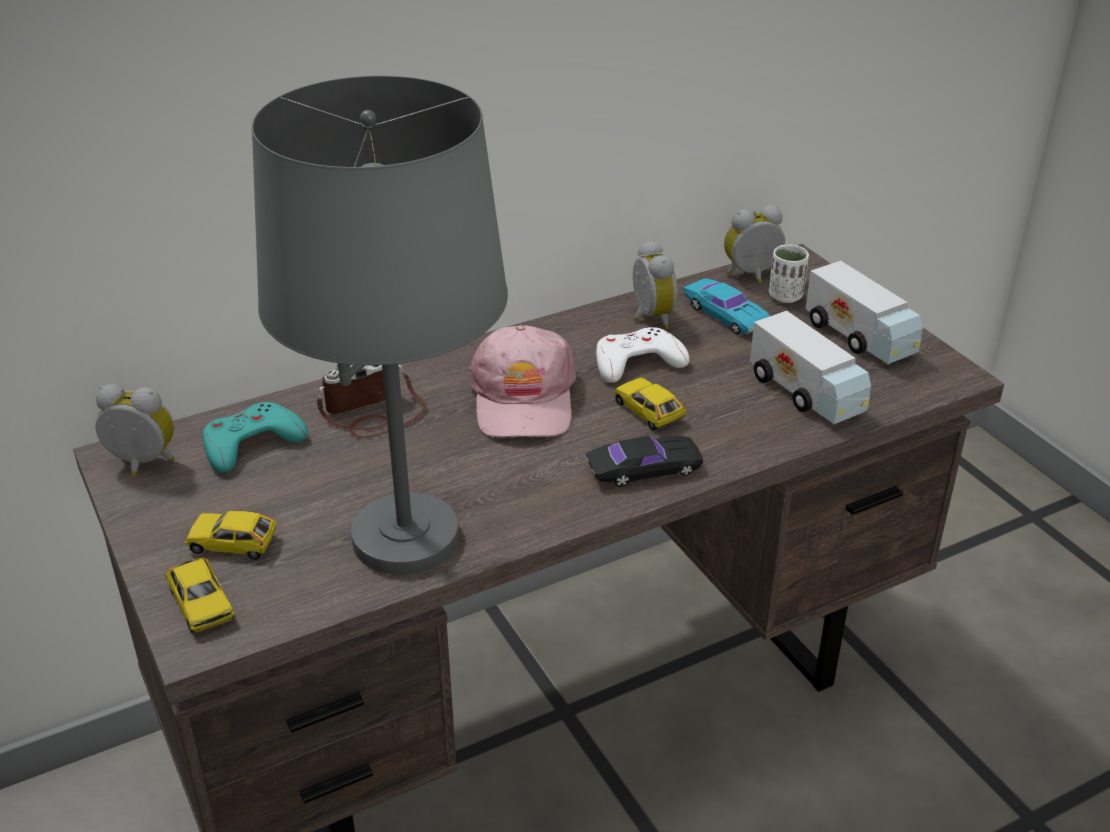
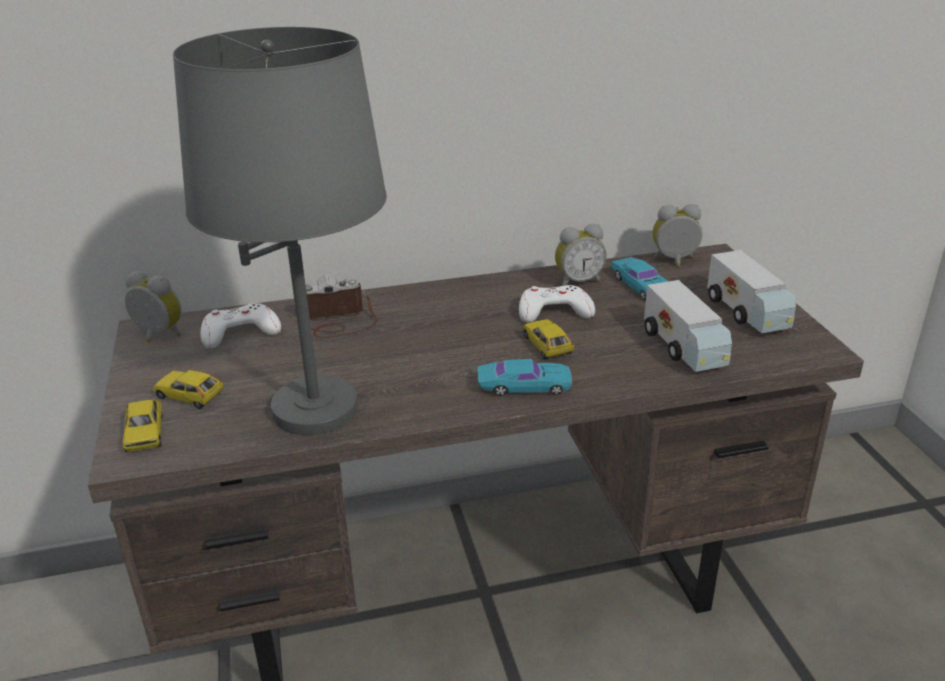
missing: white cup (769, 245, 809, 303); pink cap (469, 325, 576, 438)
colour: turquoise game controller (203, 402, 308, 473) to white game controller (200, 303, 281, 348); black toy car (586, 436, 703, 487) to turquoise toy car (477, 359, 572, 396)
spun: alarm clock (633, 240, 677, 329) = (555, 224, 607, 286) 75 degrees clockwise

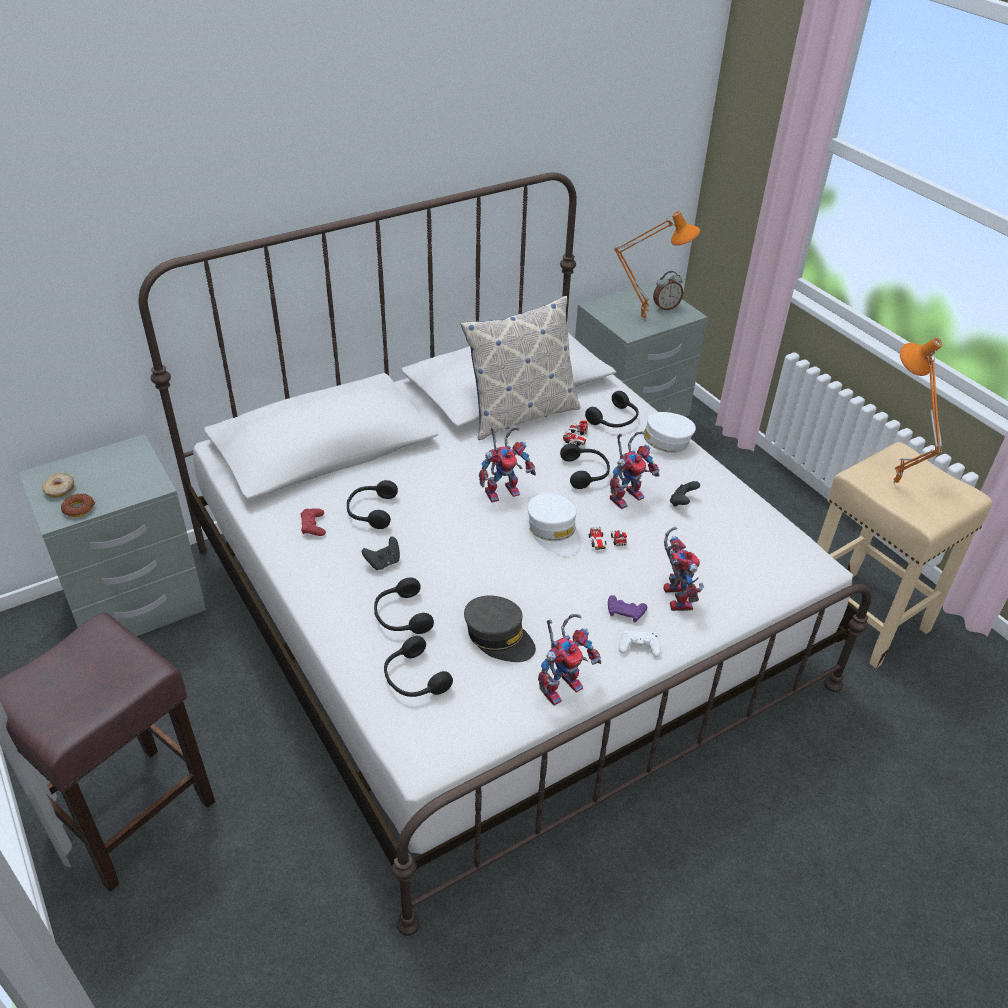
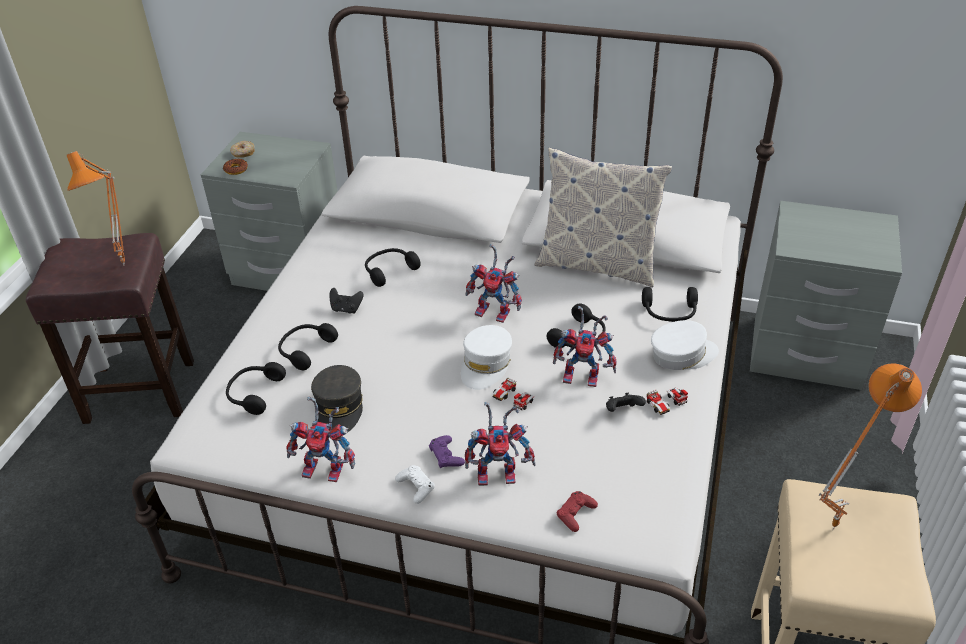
missing: alarm clock (653, 271, 683, 310)
relocated: orange table lamp (614, 211, 700, 321) to (67, 151, 125, 266); toy car (563, 420, 588, 446) to (647, 387, 688, 415); red game controller (301, 508, 326, 536) to (557, 491, 598, 532)
spun: white cap (629, 412, 696, 455) = (651, 320, 719, 370) 120 degrees clockwise; toy robot (664, 527, 704, 611) = (465, 402, 536, 486) 45 degrees clockwise

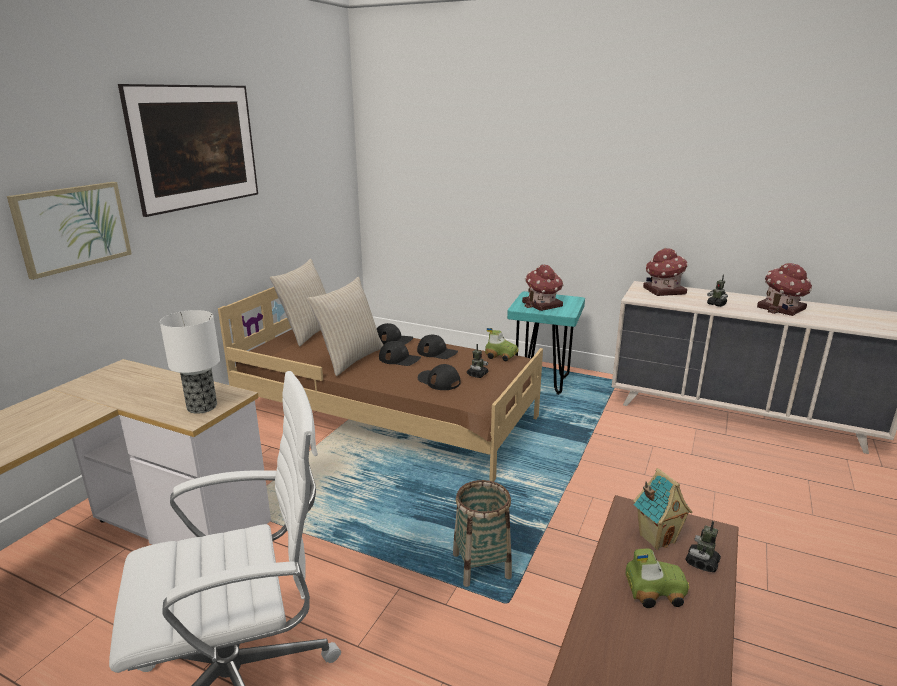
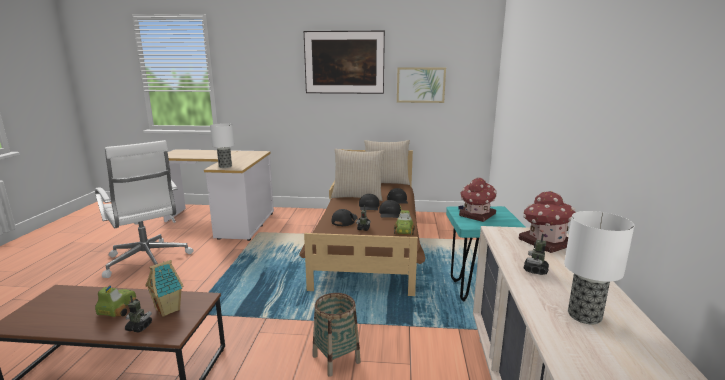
relocated: picture (7, 182, 132, 280) to (397, 68, 446, 103); basket (453, 480, 512, 587) to (312, 293, 361, 377)
exchanged: toy house (757, 263, 812, 316) to table lamp (564, 211, 634, 324)
spun: toy car (626, 548, 689, 608) = (95, 285, 138, 317) 150 degrees counterclockwise

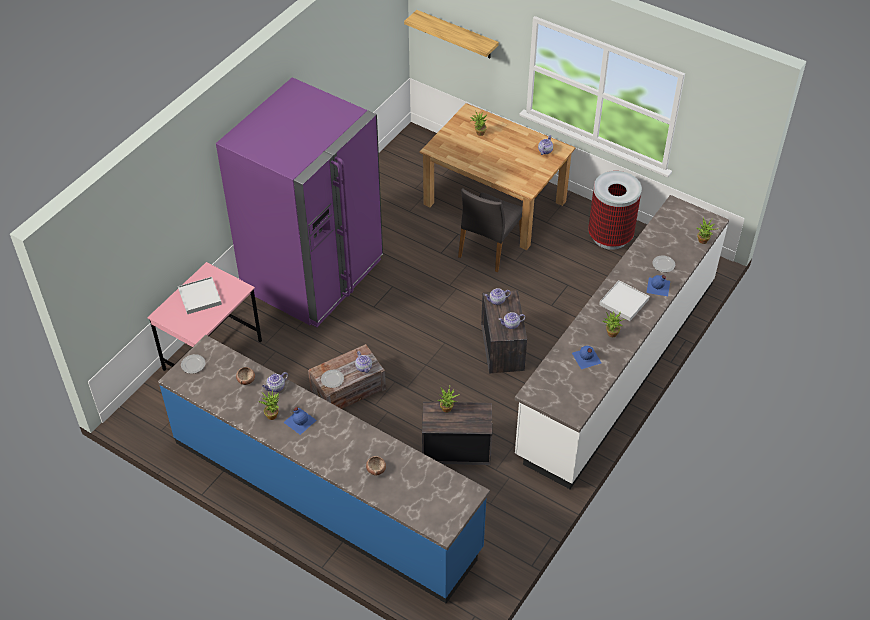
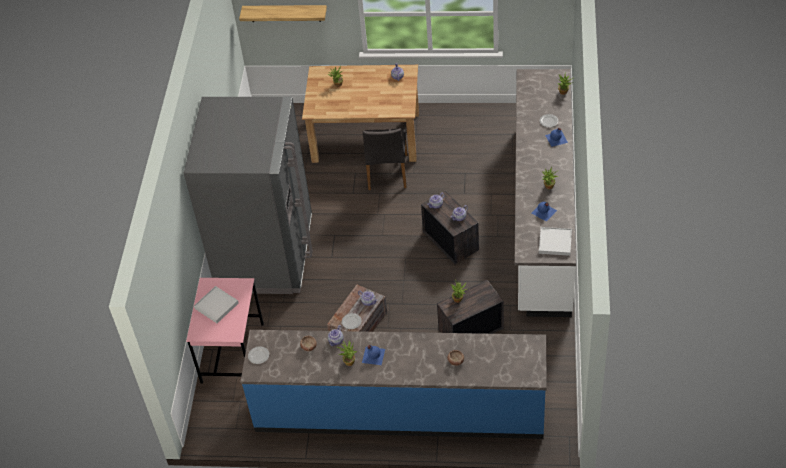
missing: trash can (588, 171, 642, 250)
relocated: white tray (599, 280, 650, 321) to (539, 227, 572, 256)
colour: purple fridge (216, 77, 383, 327) to grey fridge (184, 97, 313, 294)

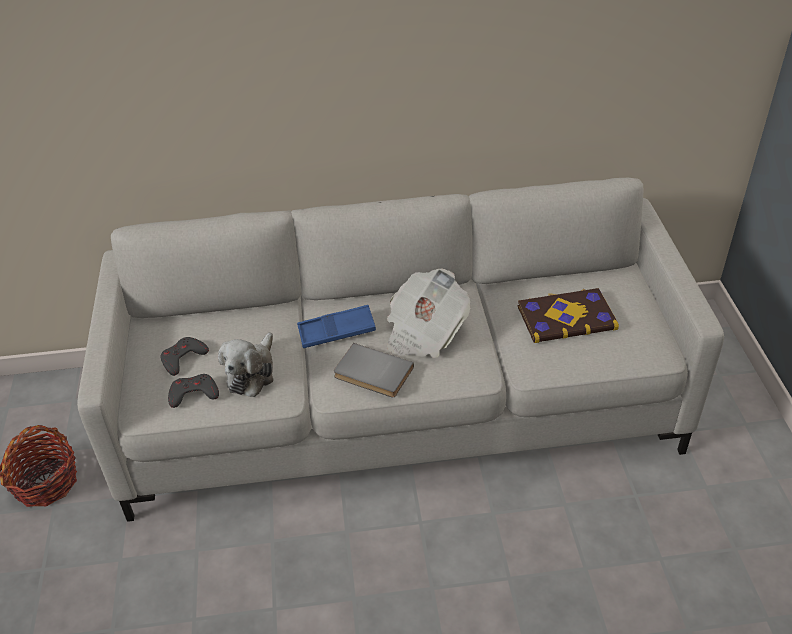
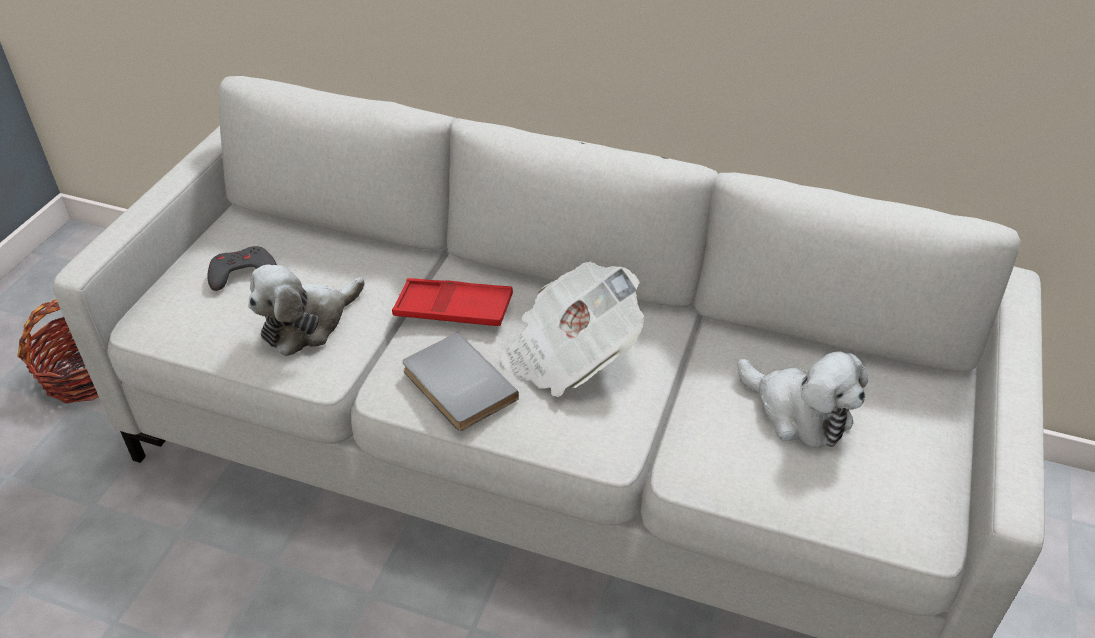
missing: grey game controller (168, 374, 219, 408)
exchanged: book (518, 288, 619, 343) to plush toy (737, 351, 868, 448)
colour: blue tray (297, 305, 376, 348) to red tray (392, 278, 513, 326)

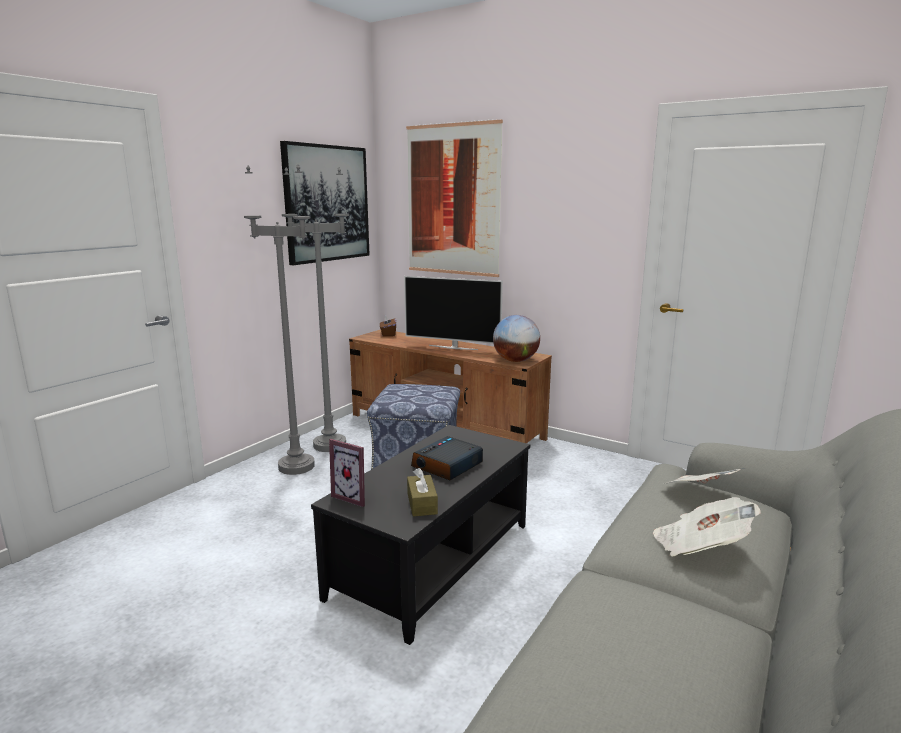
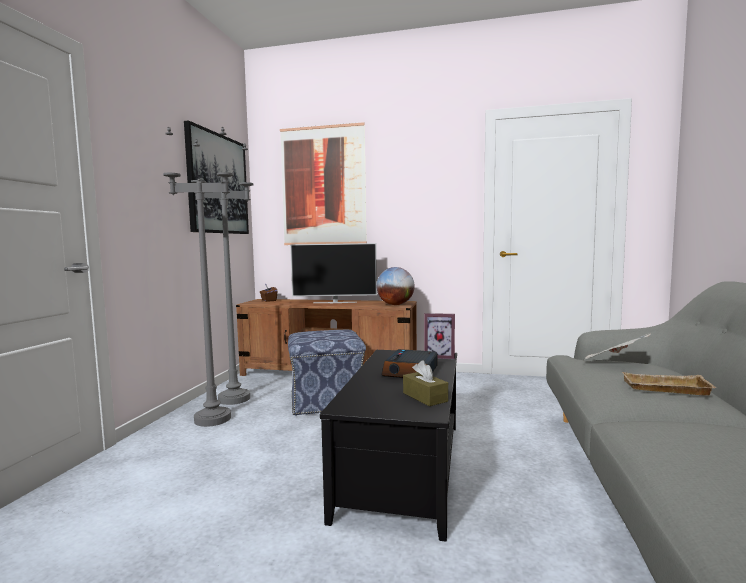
relocated: picture frame (329, 439, 365, 507) to (424, 313, 455, 359)
exchanged: newspaper (653, 497, 761, 556) to beige tray (622, 372, 716, 396)

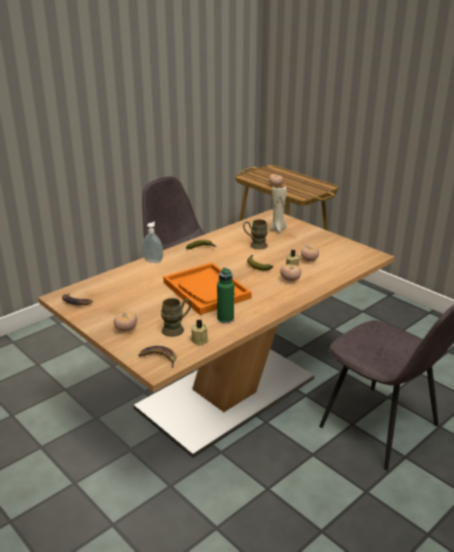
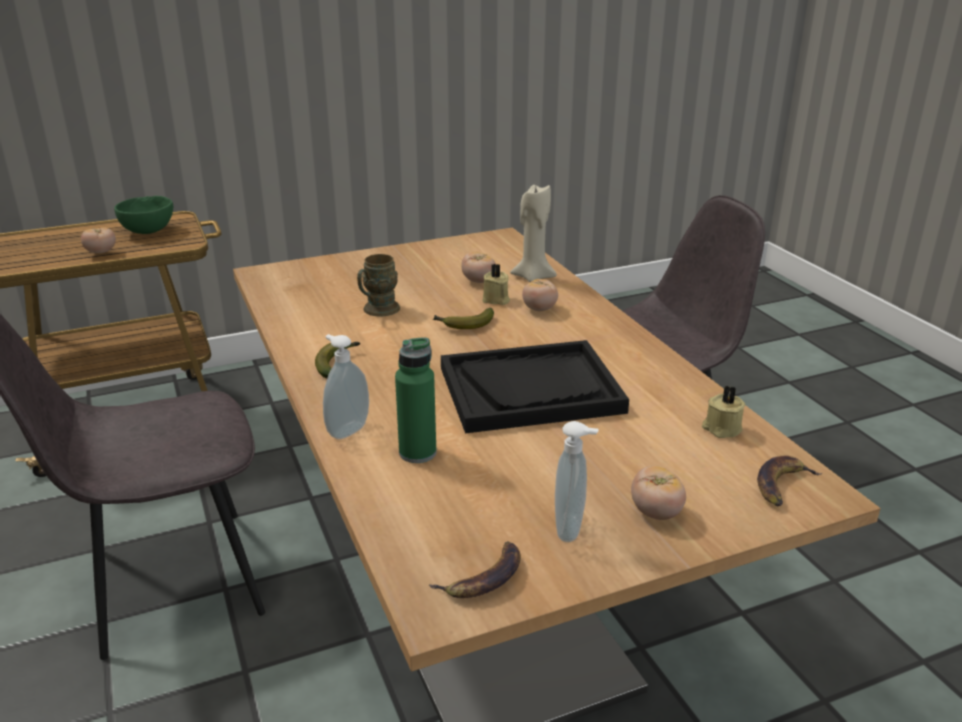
missing: brown mug (161, 298, 191, 337)
appeared: green bowl (114, 196, 173, 234); soap dispenser (555, 421, 598, 542)
relocated: beige candle (269, 185, 287, 233) to (510, 185, 557, 283); green bottle (217, 268, 234, 323) to (395, 337, 436, 463)
colour: orange tray (163, 263, 252, 315) to black tray (441, 340, 629, 433)

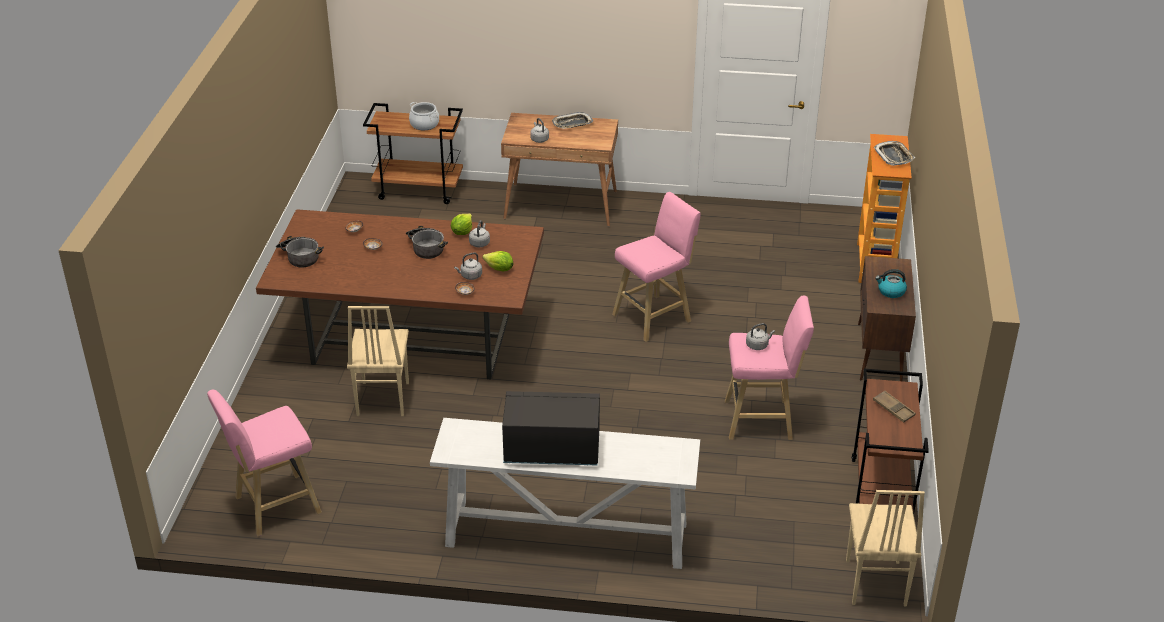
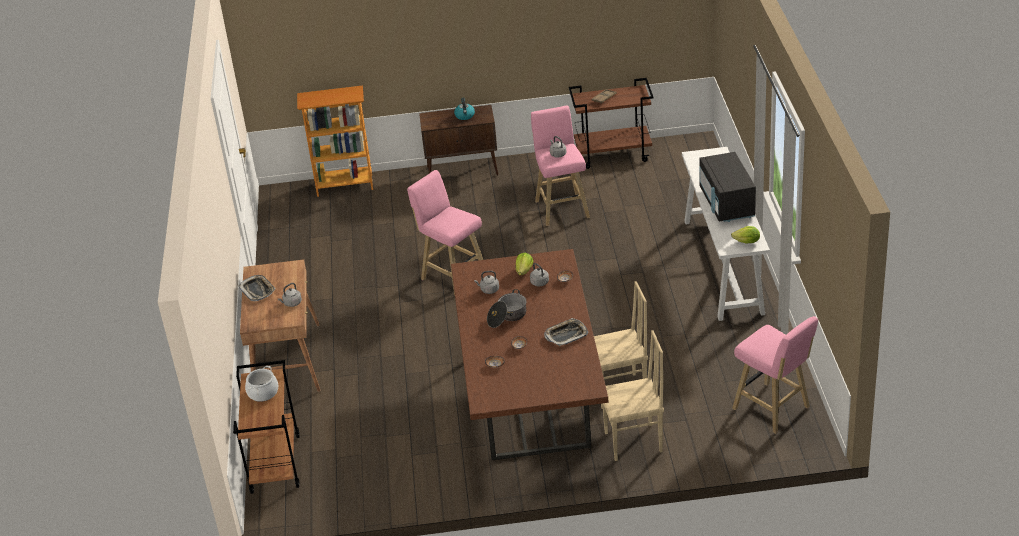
missing: cooking pot (276, 236, 324, 268)
relocated: tray (874, 141, 915, 166) to (544, 318, 589, 346); lettuce (451, 213, 472, 235) to (731, 226, 760, 243); beige chair (846, 490, 925, 607) to (602, 330, 664, 461)

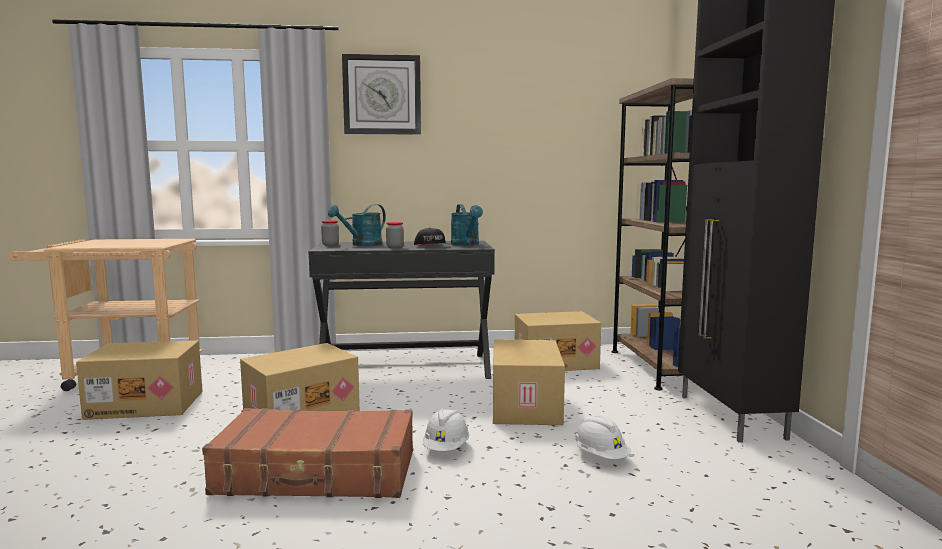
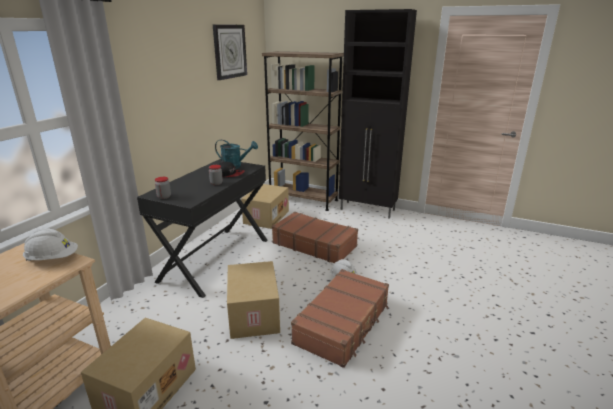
missing: turquoise watering can (328, 204, 386, 246)
relocated: wall clock (342, 54, 421, 135) to (213, 24, 247, 80); white hard hat (574, 415, 631, 459) to (23, 228, 78, 261)
exchanged: cardboard box (493, 340, 565, 425) to brown suitcase (272, 212, 358, 263)

